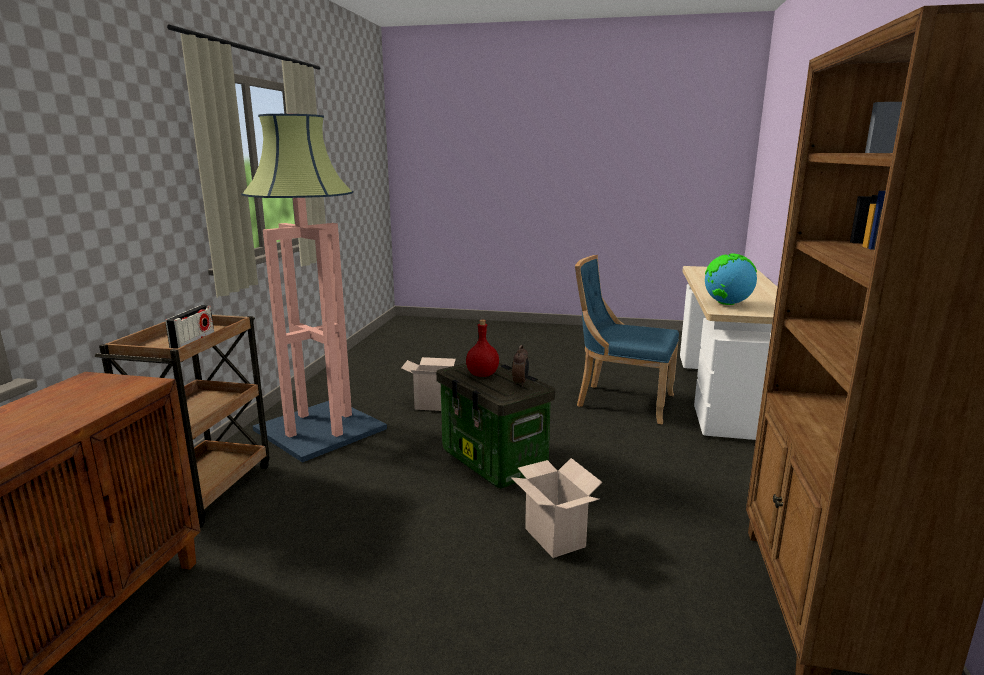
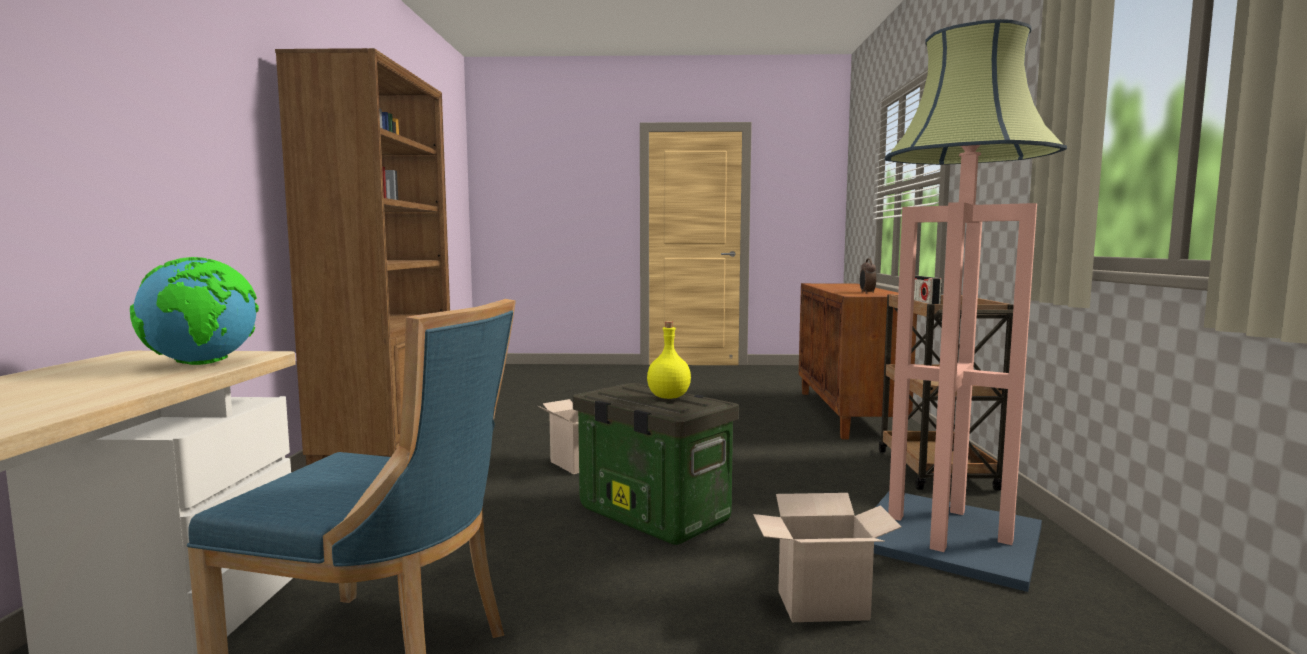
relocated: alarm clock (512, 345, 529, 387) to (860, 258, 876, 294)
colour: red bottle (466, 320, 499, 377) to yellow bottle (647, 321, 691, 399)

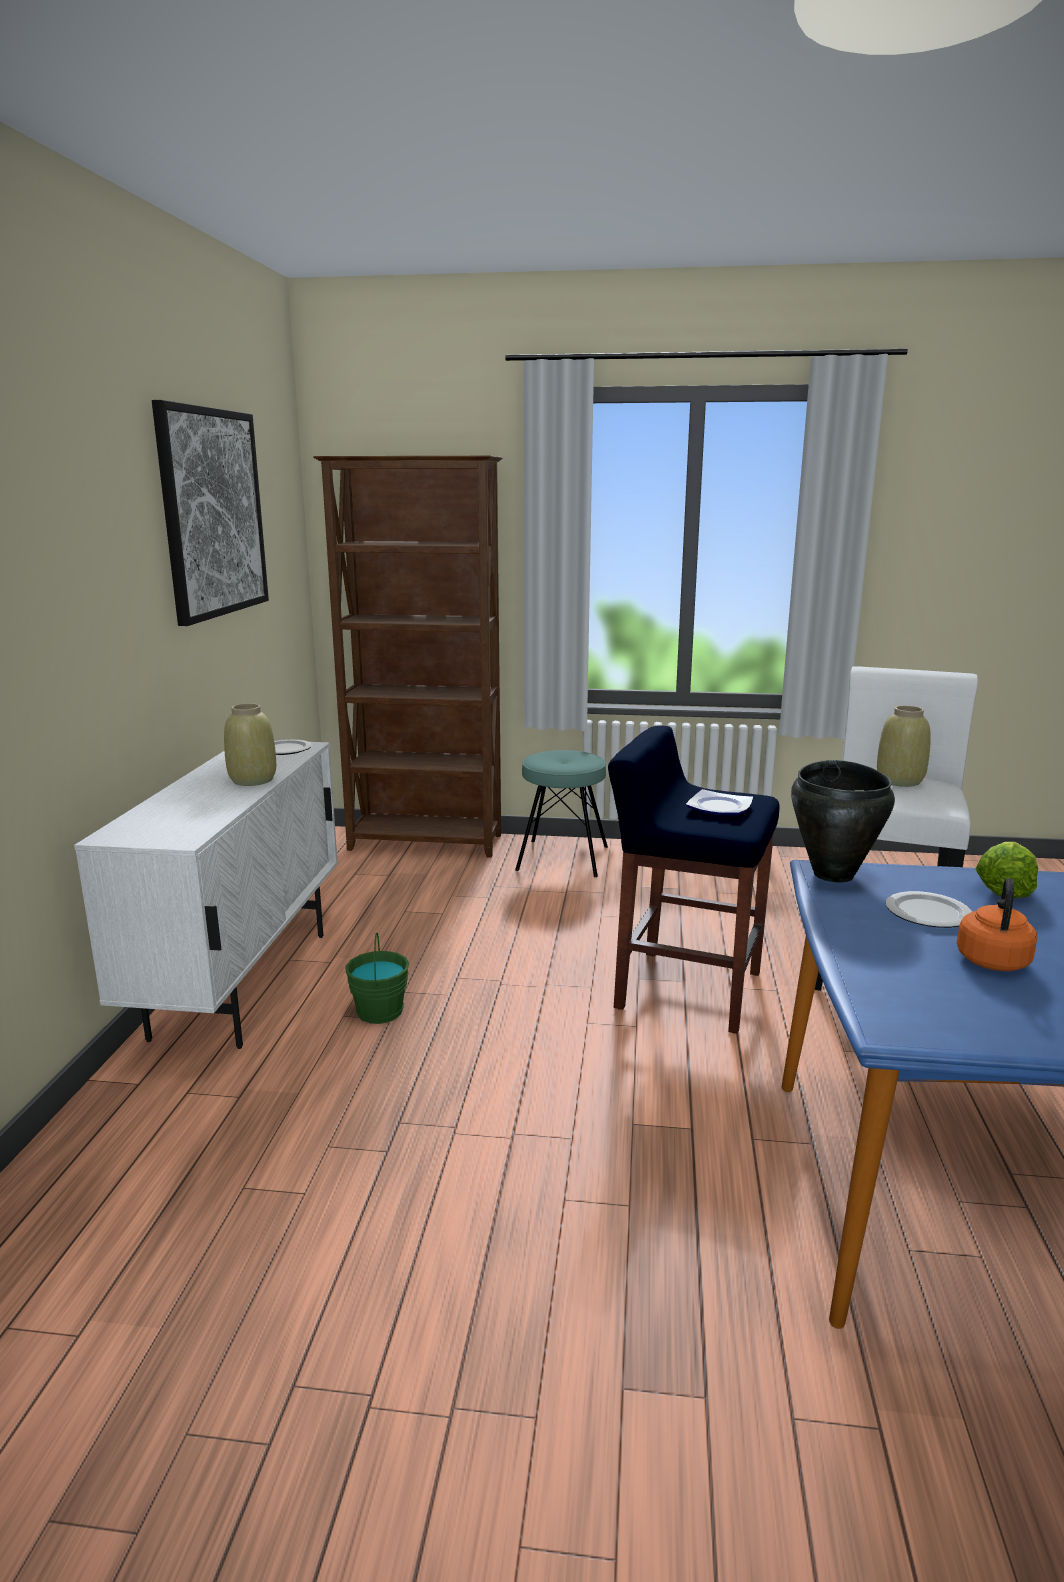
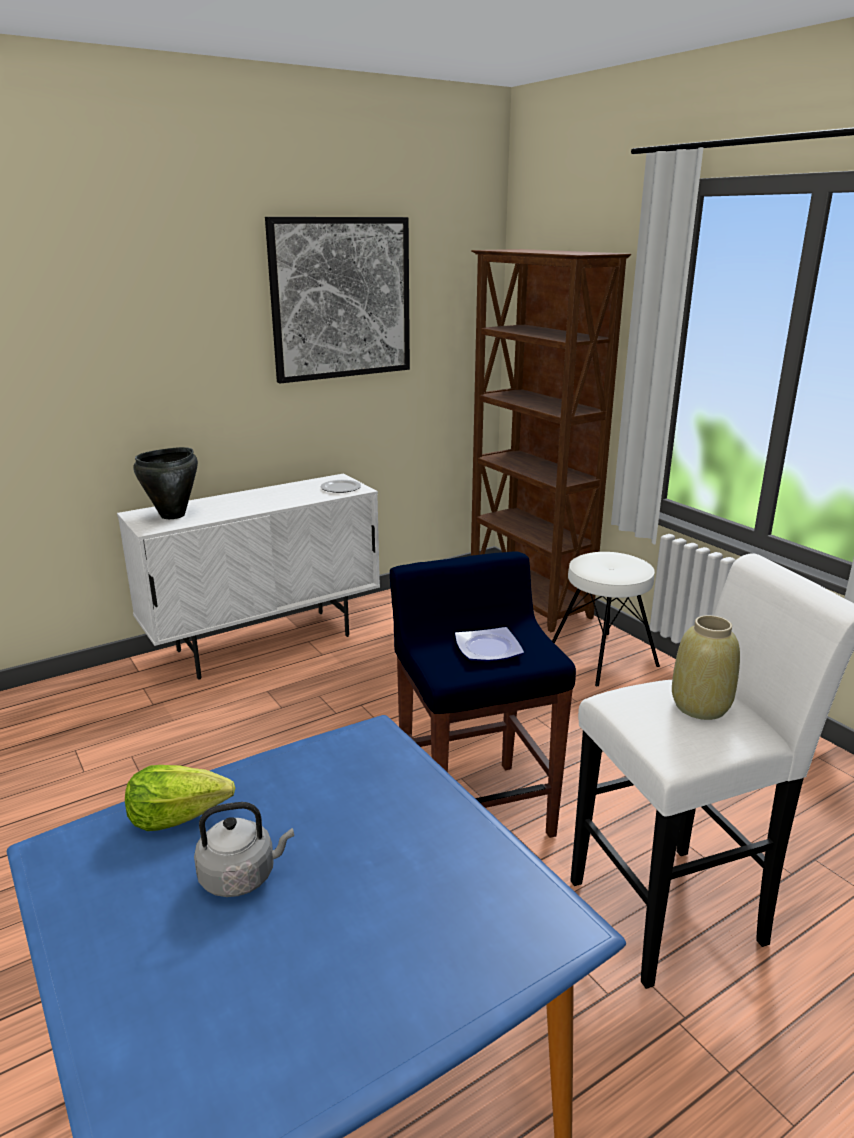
missing: beige vase (224, 704, 276, 786); plate (886, 891, 972, 928); green bucket (346, 933, 409, 1024)
relocated: black cooking pot (791, 760, 895, 882) to (133, 447, 198, 519); lettuce (976, 842, 1038, 898) to (125, 765, 235, 831)
colour: turquoise stool (515, 750, 608, 877) to white stool (552, 552, 660, 686); orange kettle (957, 878, 1037, 971) to grey kettle (194, 802, 294, 897)

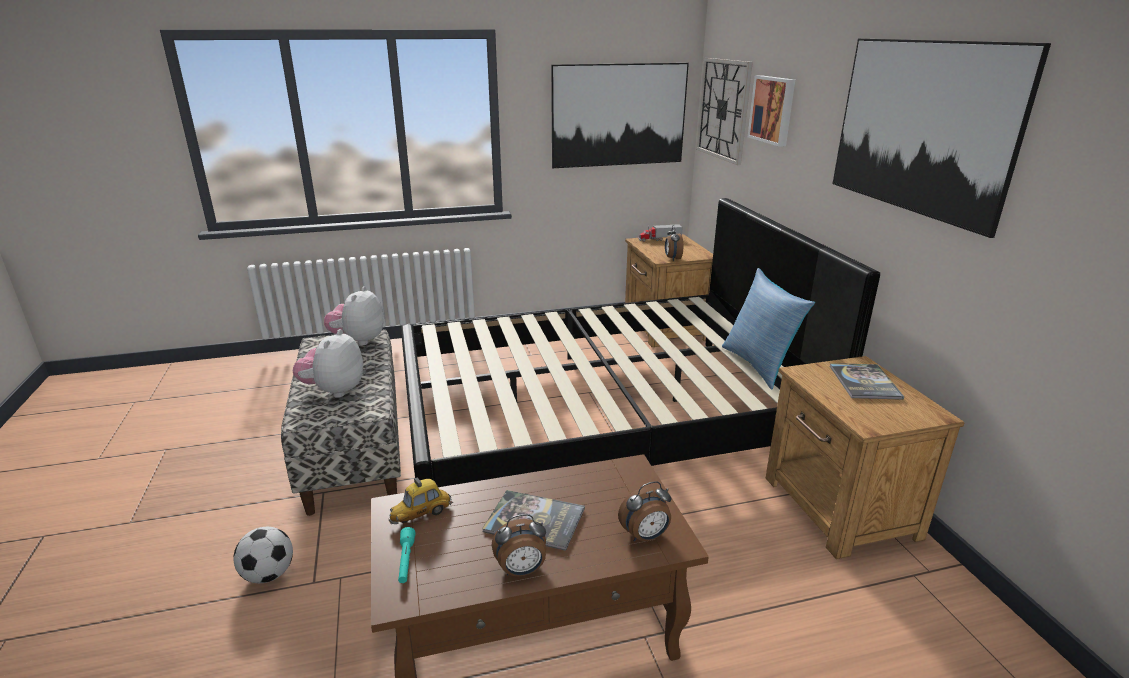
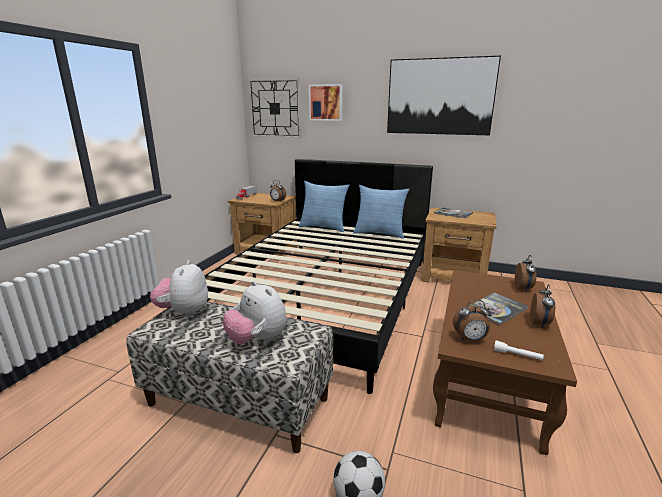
missing: picture (551, 63, 689, 168)
appeared: pillow (298, 181, 350, 232)
exchanged: toy car (389, 477, 453, 524) to alarm clock (453, 300, 491, 341)
colour: turquoise flashlight (398, 527, 415, 583) to white flashlight (494, 340, 544, 360)
spun: plush toy (324, 286, 384, 345) = (150, 260, 208, 317) 45 degrees clockwise

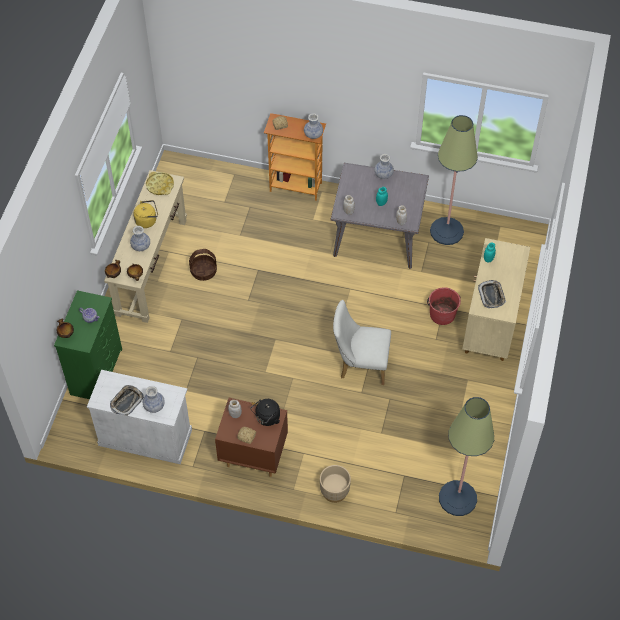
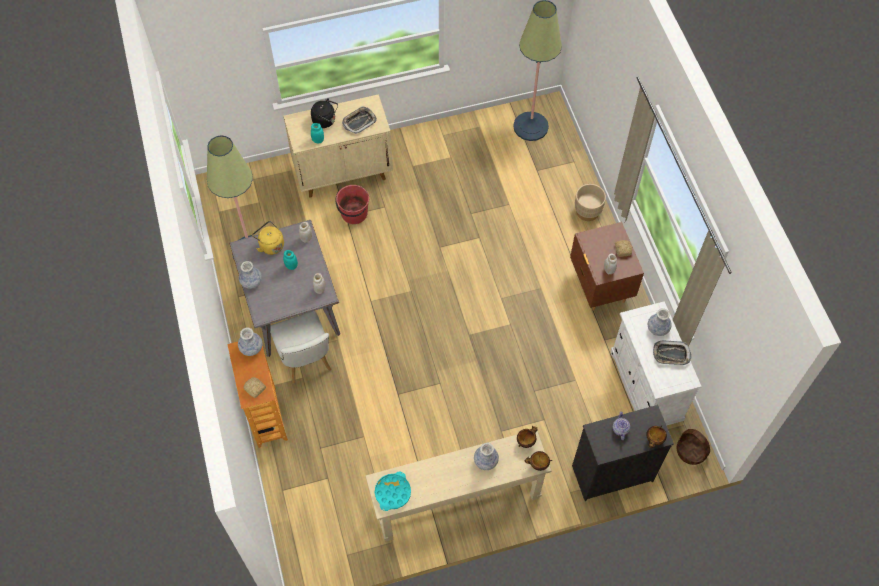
relocated: yellow kettle (133, 200, 158, 228) to (252, 221, 284, 255); basket (189, 249, 217, 281) to (676, 429, 710, 465); white chair (333, 300, 391, 385) to (270, 311, 332, 384); black kettle (251, 399, 280, 426) to (311, 98, 338, 128)
colour: yellow tray (146, 172, 174, 195) to turquoise tray (375, 472, 411, 511); green dresser (54, 290, 122, 399) to black dresser (572, 405, 674, 501)

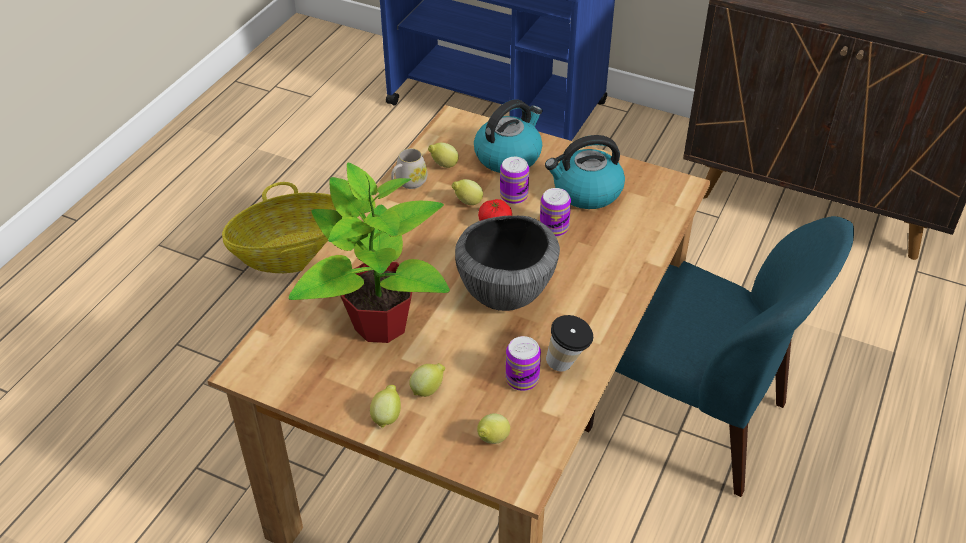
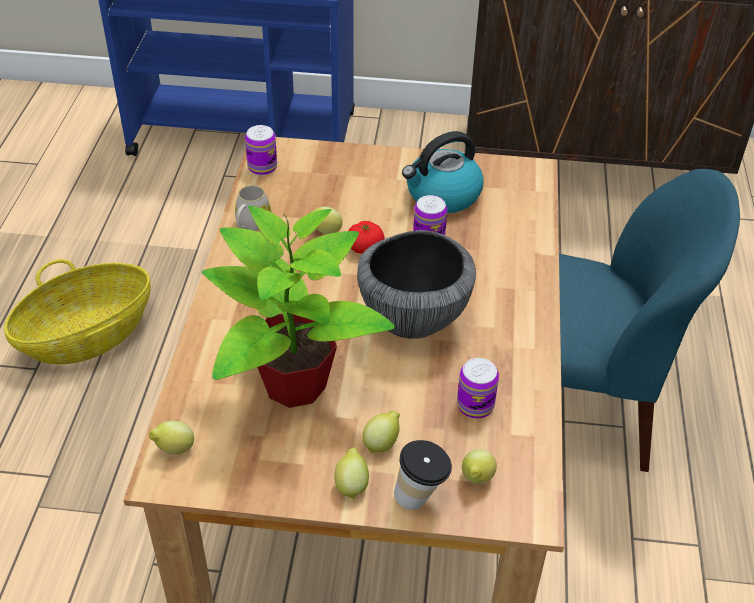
missing: kettle (474, 99, 543, 173)
relocated: lemon (428, 143, 459, 168) to (149, 421, 194, 454); can (500, 157, 529, 204) to (245, 125, 277, 176); cup (546, 315, 593, 372) to (394, 440, 452, 510)

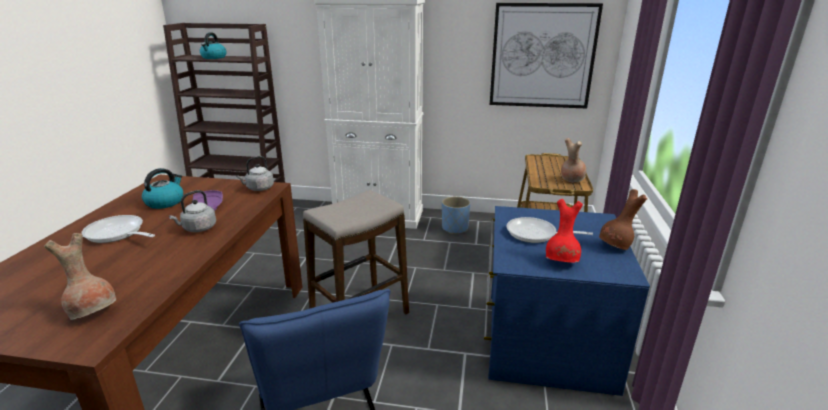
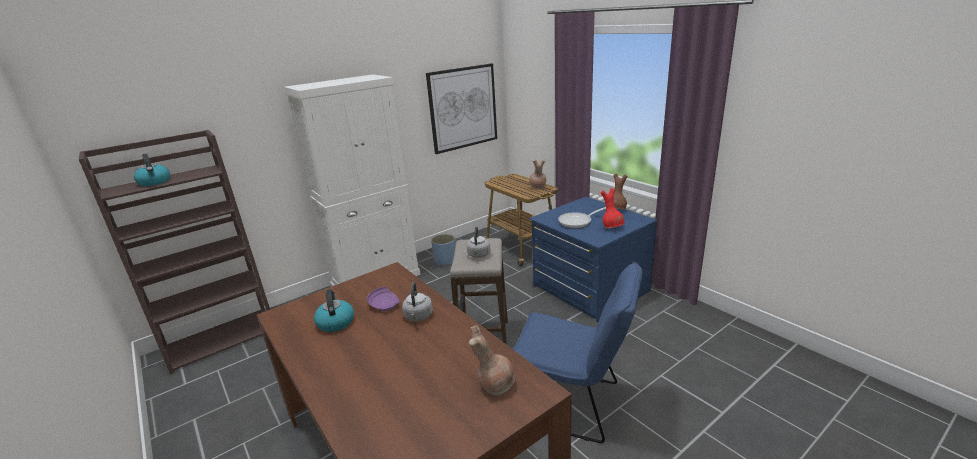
missing: frying pan (81, 215, 155, 243)
relocated: grey kettle (236, 156, 274, 191) to (467, 226, 491, 258)

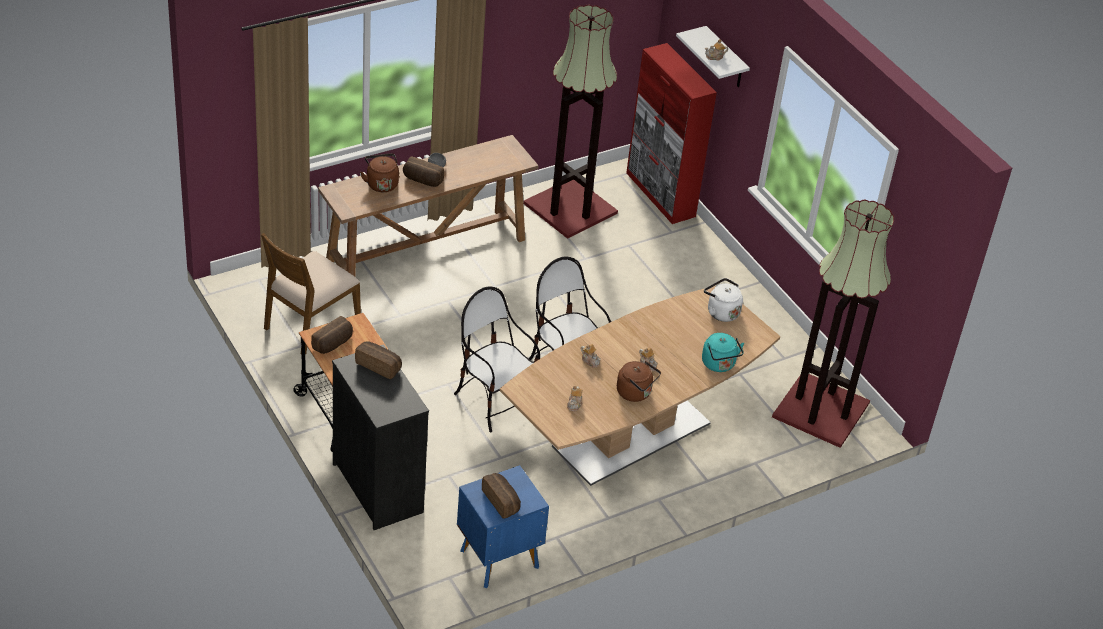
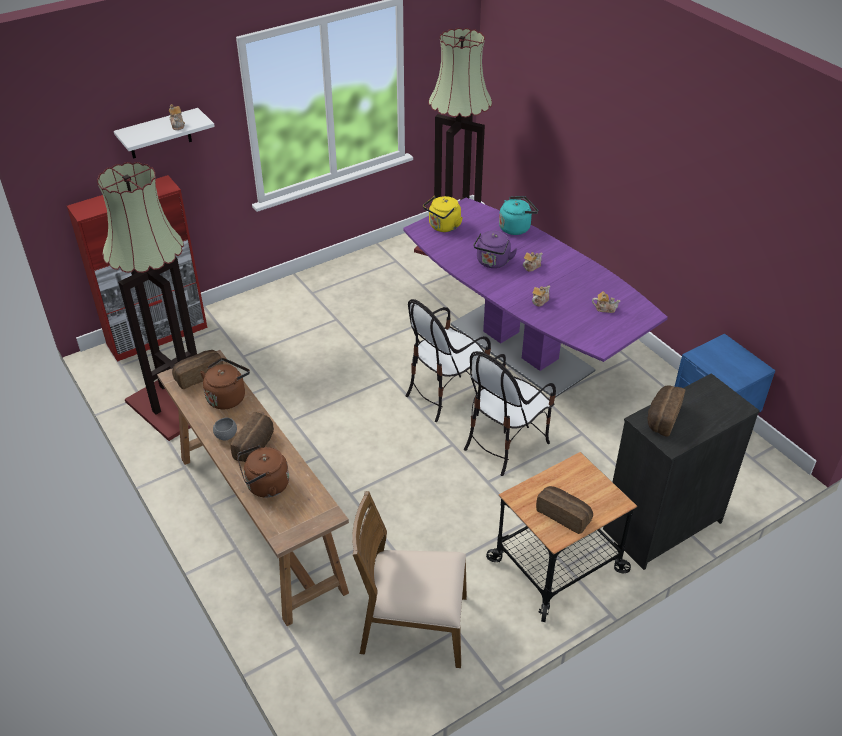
appeared: purple kettle (473, 231, 517, 268)
relocated: brown kettle (617, 361, 661, 402) to (200, 358, 250, 409); bread (482, 473, 521, 519) to (172, 350, 223, 389)
colour: white kettle (704, 278, 743, 322) to yellow kettle (423, 196, 463, 232); brown dining table (500, 286, 781, 486) to purple dining table (403, 198, 668, 398)
spun: brown chair (261, 233, 361, 355) = (352, 491, 467, 668) 150 degrees clockwise

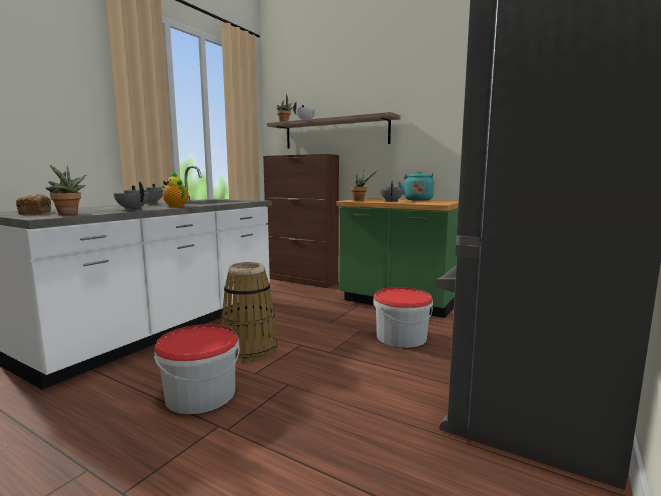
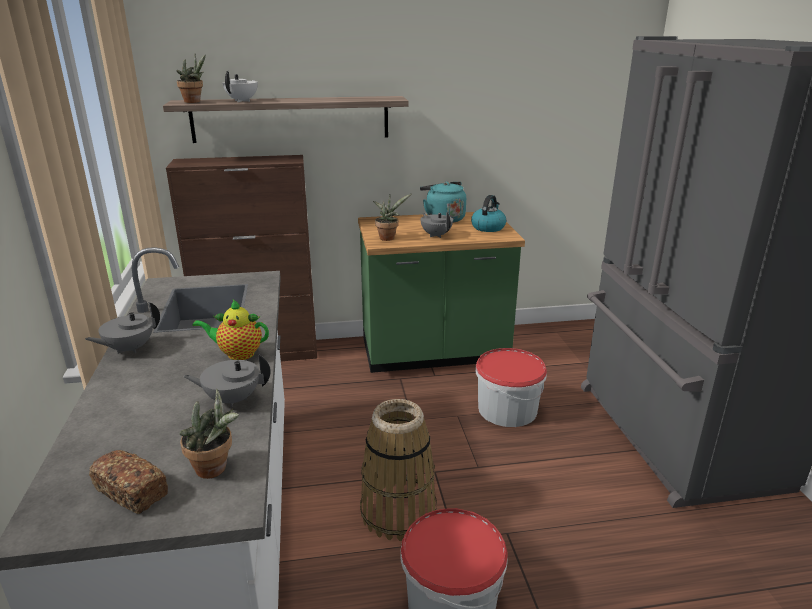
appeared: kettle (471, 195, 506, 232)

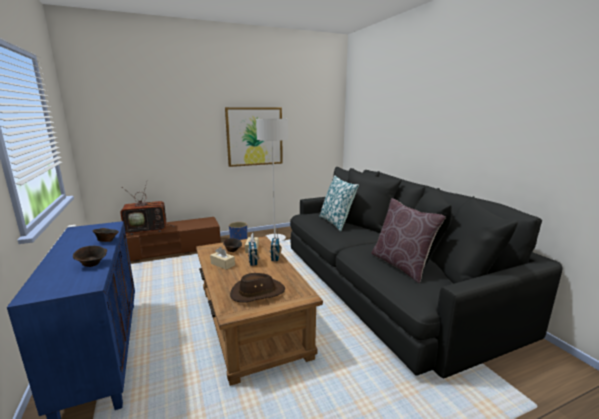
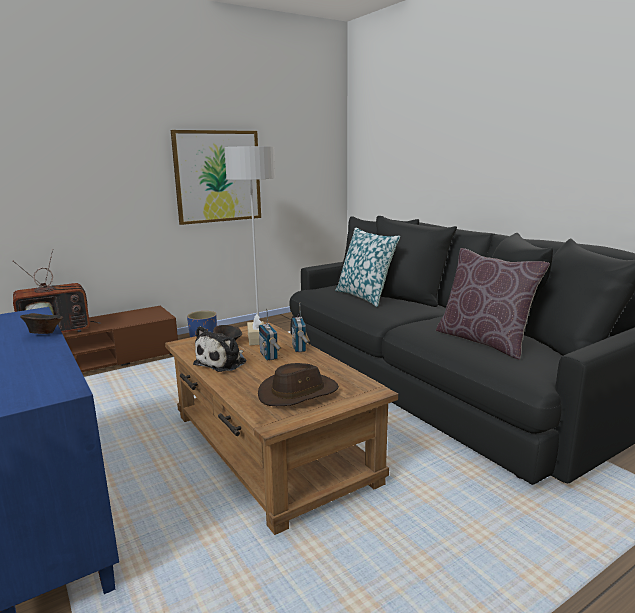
missing: brown bowl (73, 246, 107, 267)
exchanged: beige tissue box (210, 247, 235, 270) to plush toy (193, 326, 246, 372)

